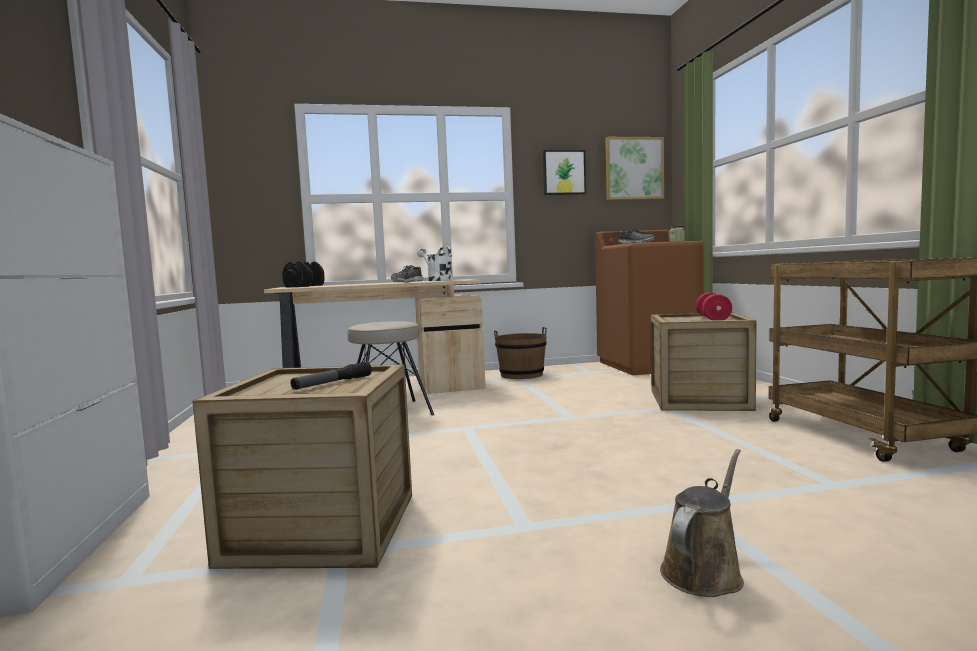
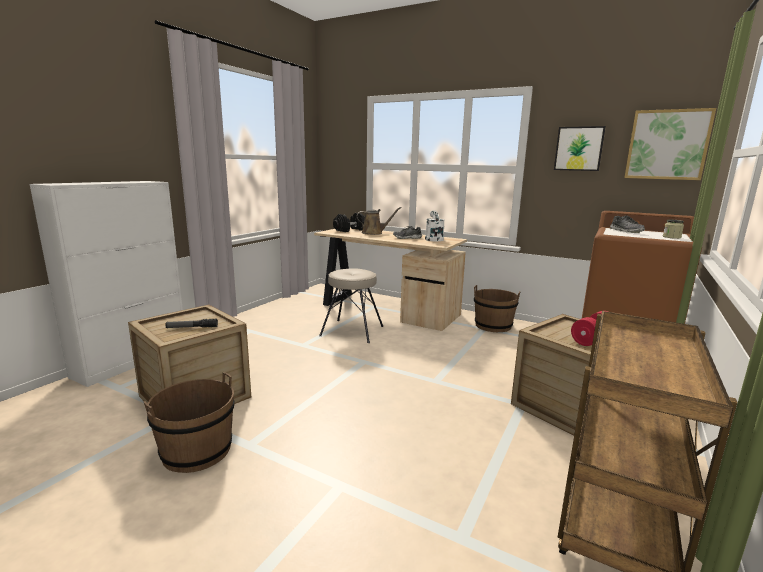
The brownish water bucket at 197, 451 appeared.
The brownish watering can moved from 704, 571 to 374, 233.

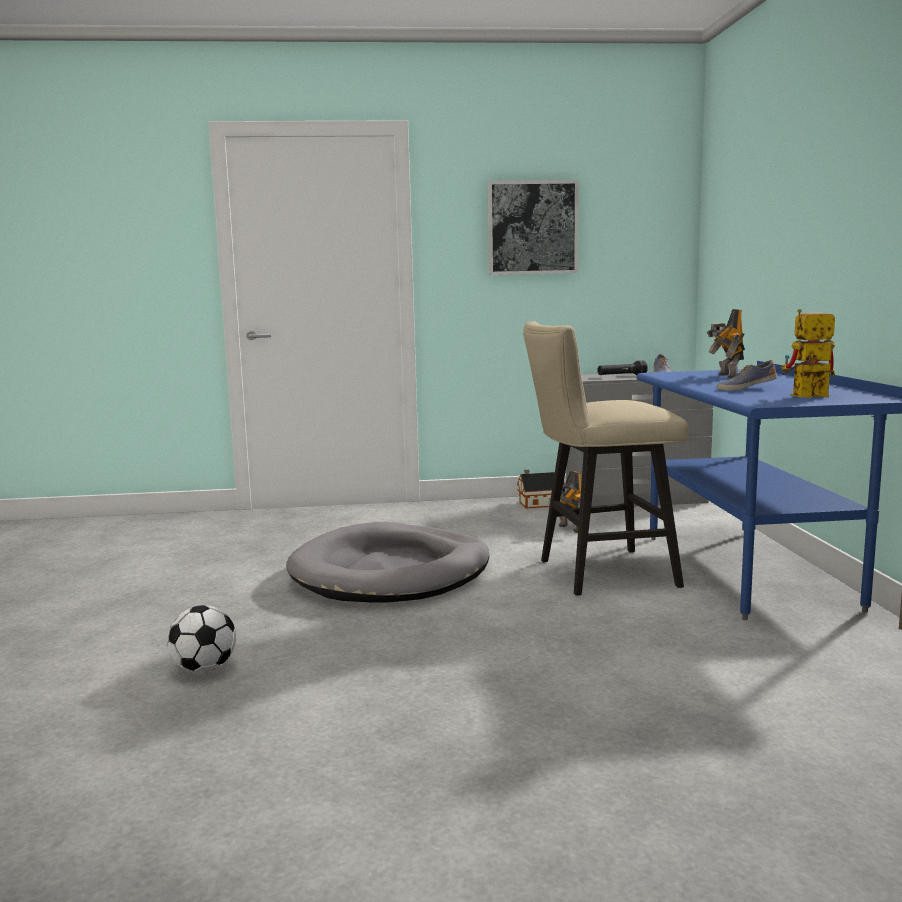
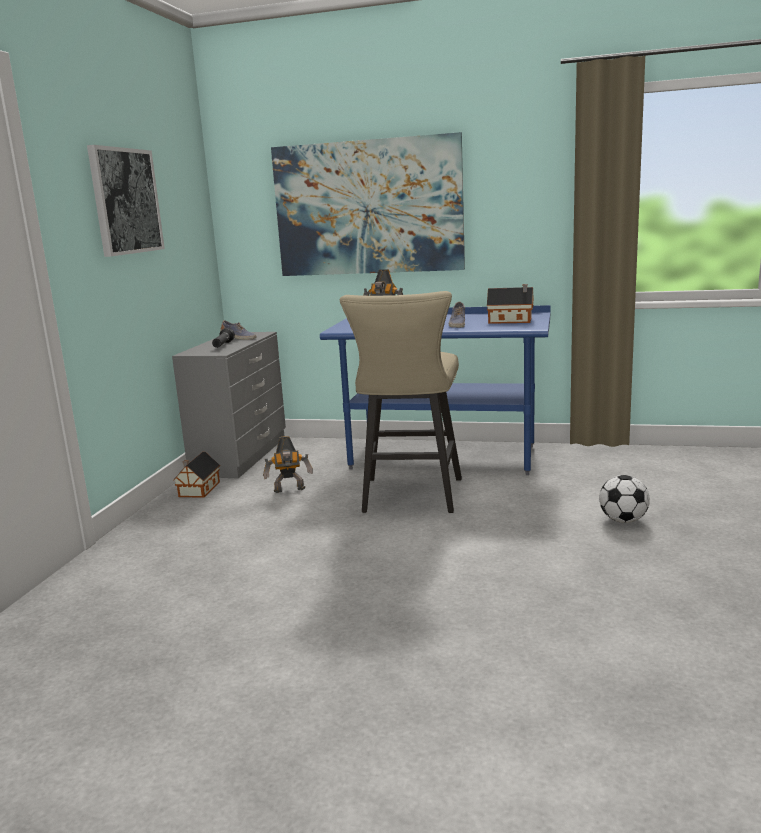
The wall art at 368, 208 appeared.
The robot figure at 804, 397 was replaced by the miniature house at 512, 321.
The football ball moved from 204, 669 to 623, 520.
The gray dog bed at 391, 572 disappeared.

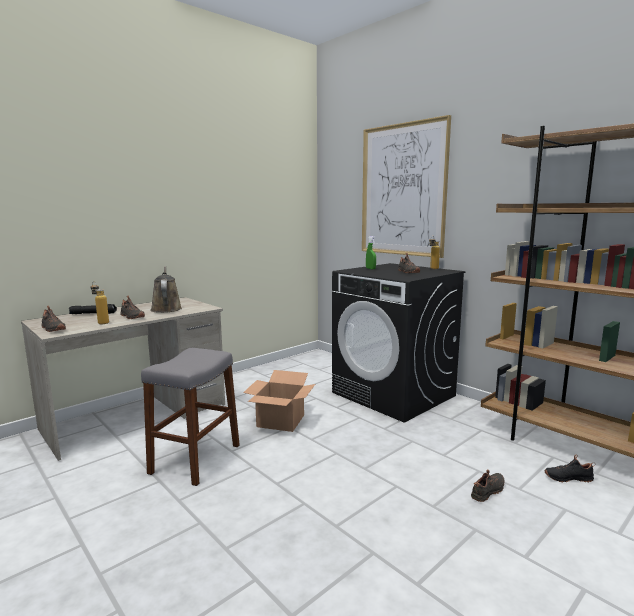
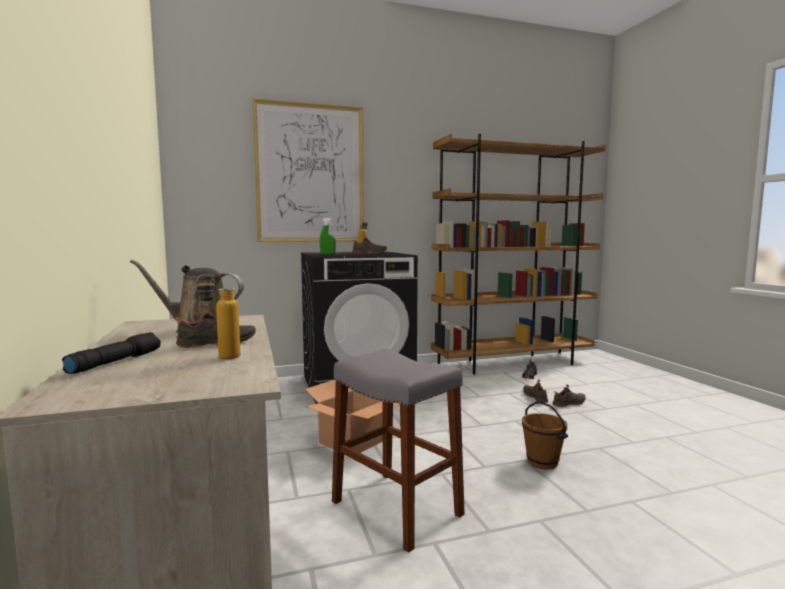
The brownish water bucket at 543, 462 appeared.
The black-coloured low shoe moved from 52, 329 to 569, 404.

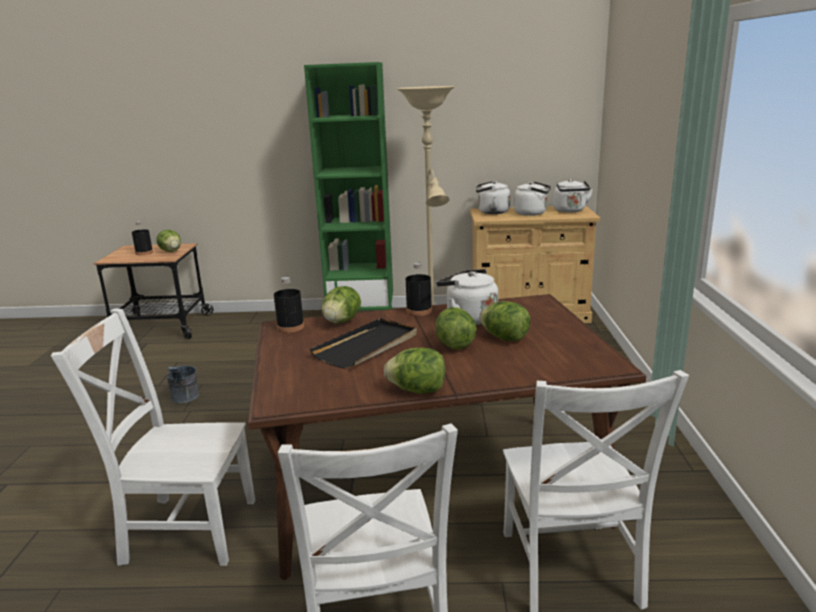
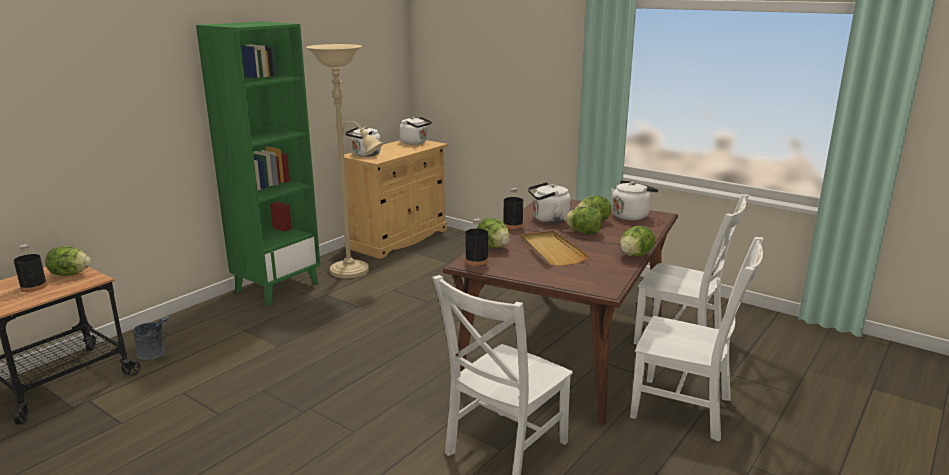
The gray water bucket moved from 184, 399 to 155, 354.
The black-coloured carrying tray at 367, 346 became the beige-coloured carrying tray at 551, 250.
The whitish kettle moved from 532, 213 to 631, 216.

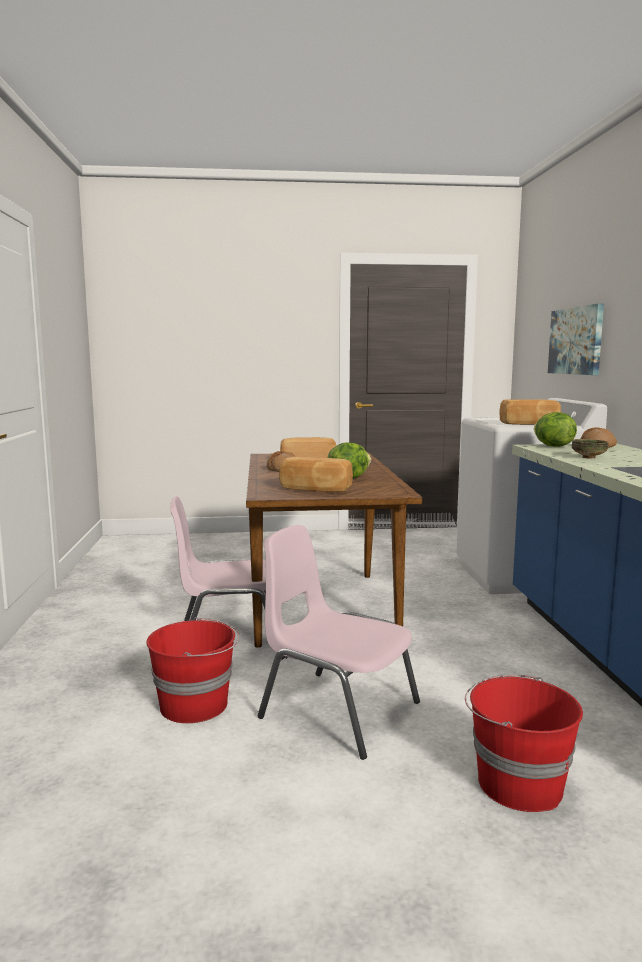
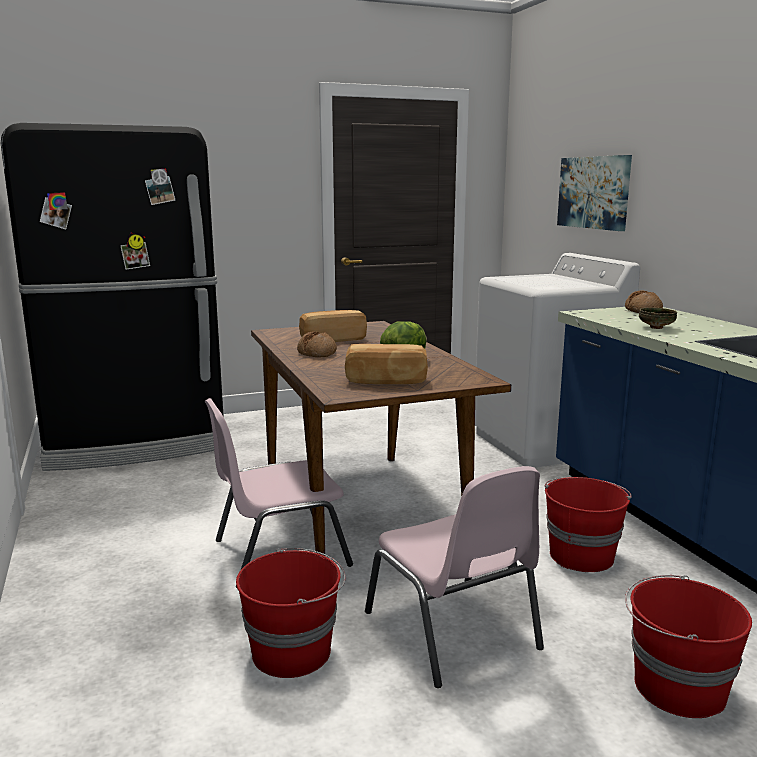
The black-coloured fridge at 137, 442 appeared.
The pink-coloured plain chair at 337, 710 turned 135 degrees counterclockwise.
The red-coloured water bucket at 581, 555 appeared.
The bread at 529, 424 disappeared.
The lettuce head at 552, 446 disappeared.

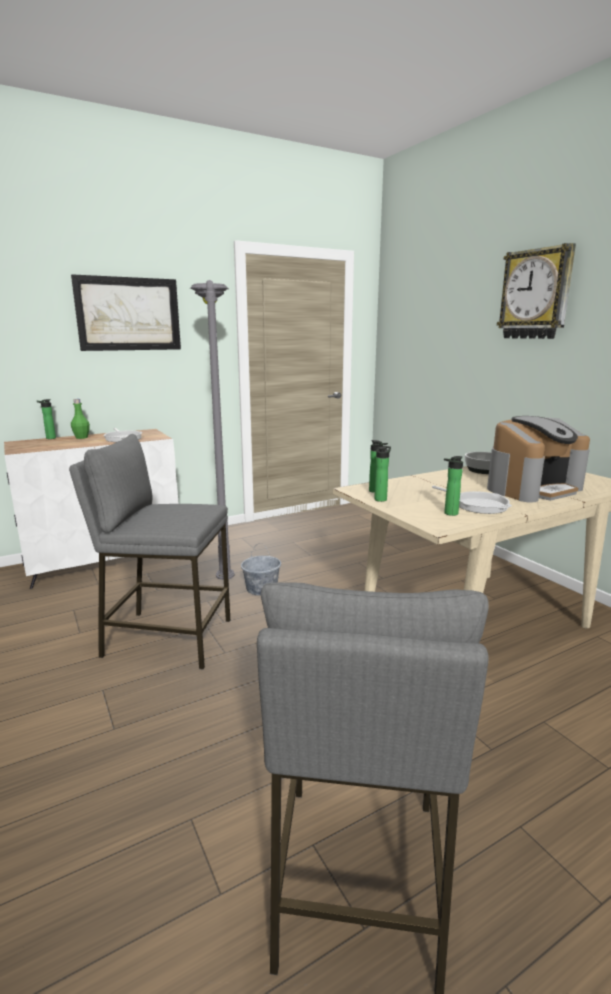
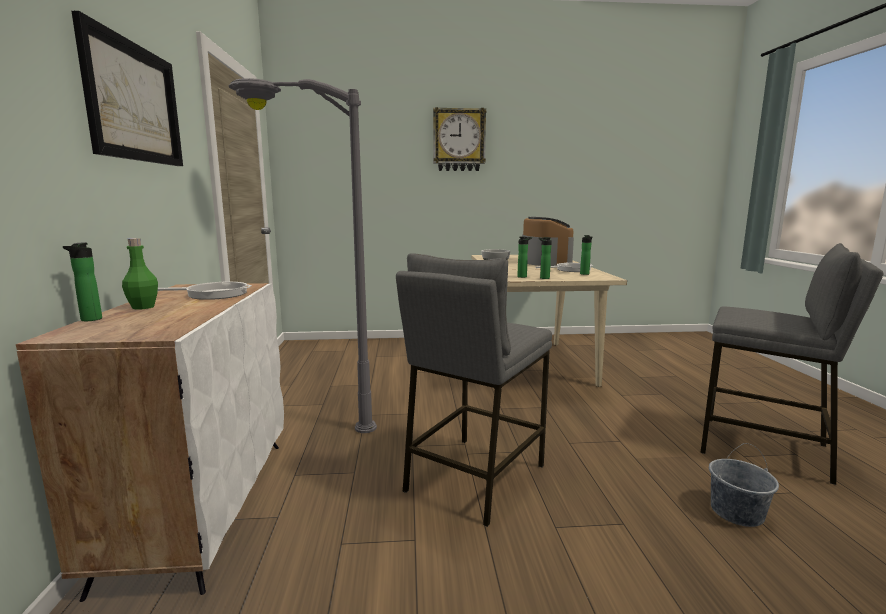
The gray water bucket moved from 261, 588 to 736, 512.

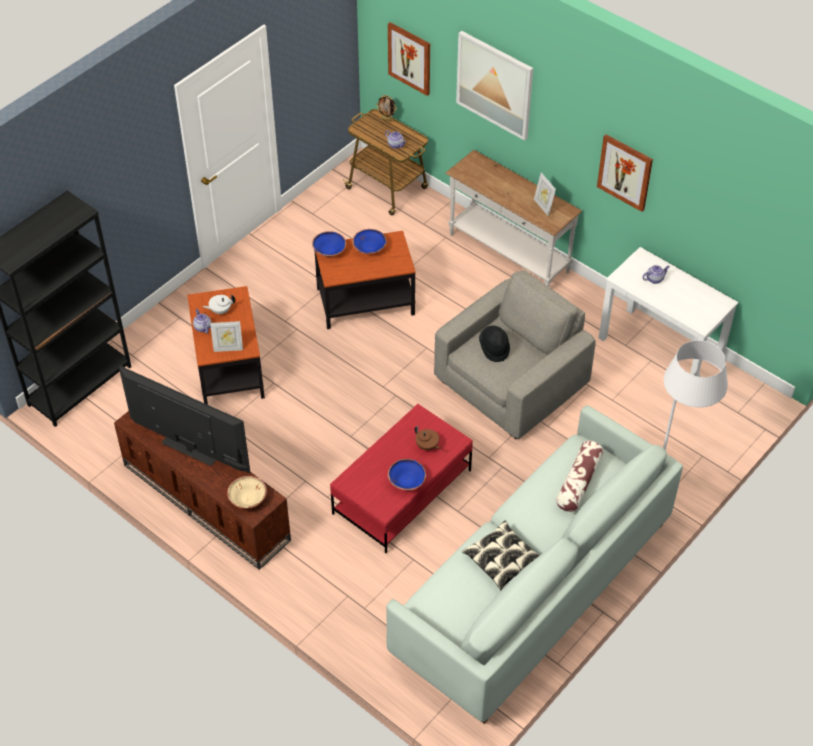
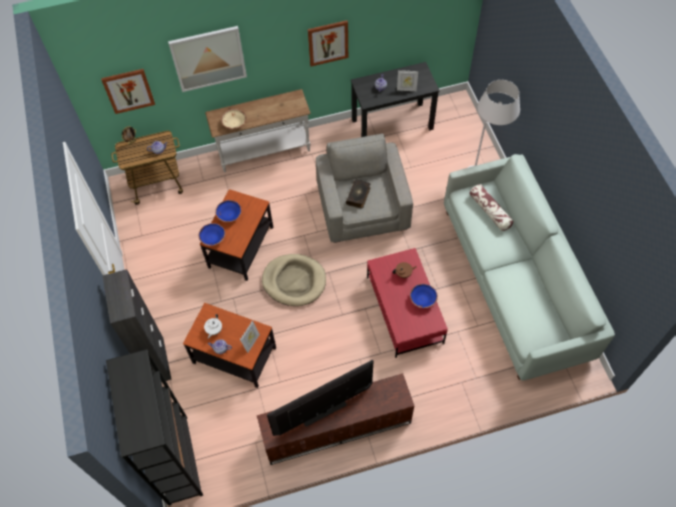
The black-coloured cabinet at 157, 361 appeared.
The beige-coloured deep dish moved from 248, 498 to 235, 123.
The beige-coloured dog bed at 294, 281 appeared.
The black-coloured clothing hat at 494, 348 was replaced by the book at 358, 196.
The whitish desk table at 660, 350 became the black-coloured desk table at 392, 124.
The picture frame moved from 543, 206 to 406, 89.
The throw pillow at 502, 560 disappeared.

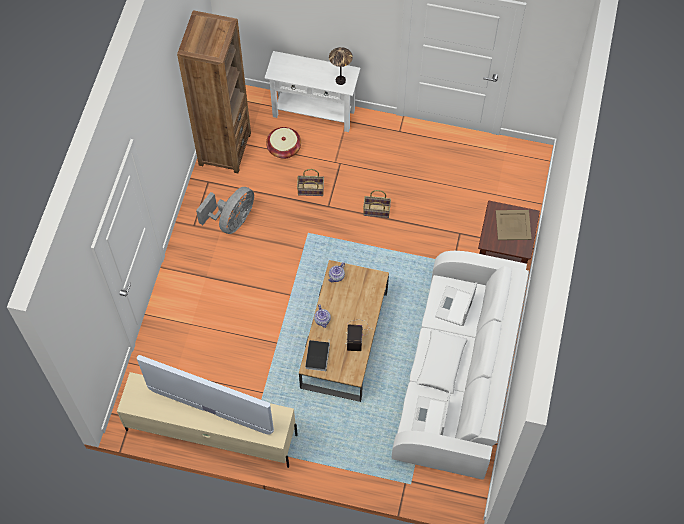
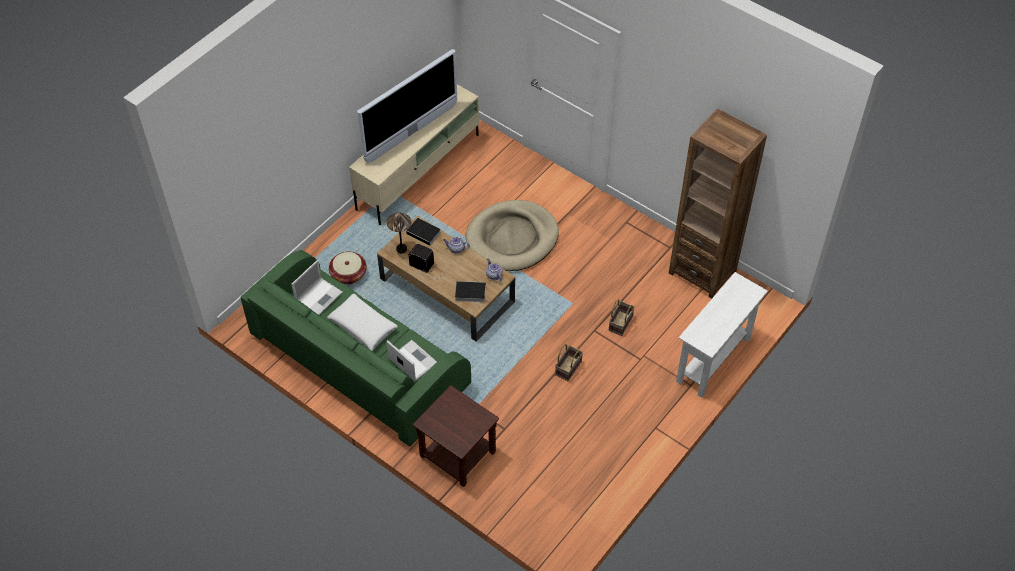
The whitish settee at 458, 375 became the green-coloured settee at 358, 361.
The laptop at 430, 417 turned 90 degrees clockwise.
The storage basket moved from 284, 148 to 348, 274.
The lamp for a table moved from 340, 81 to 401, 249.
The book at 469, 293 appeared.
The beige-coloured dog bed at 512, 238 appeared.
The gray electric fan at 232, 220 disappeared.
The beige-coloured carrying tray at 513, 225 disappeared.

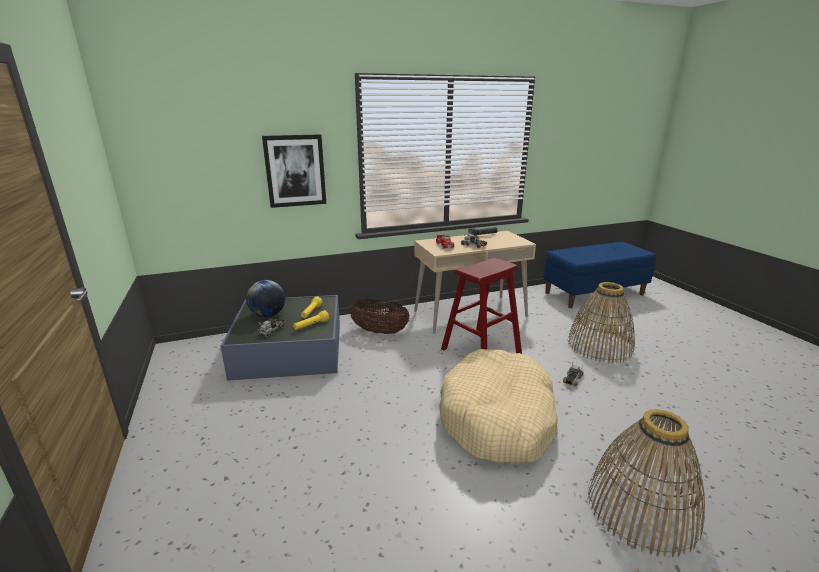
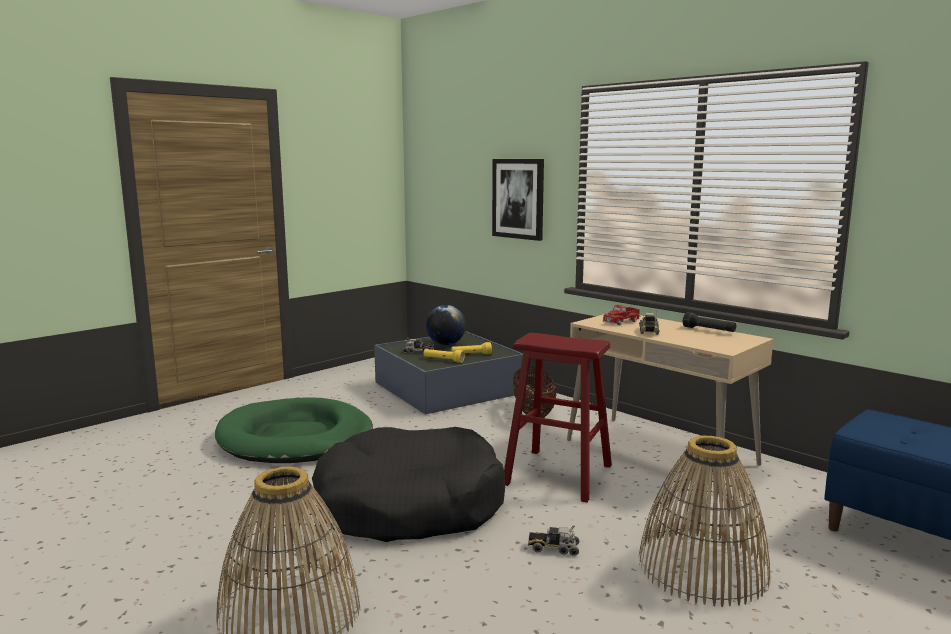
The green-coloured dog bed at 295, 438 appeared.
The beige-coloured dog bed at 498, 418 became the black-coloured dog bed at 409, 505.

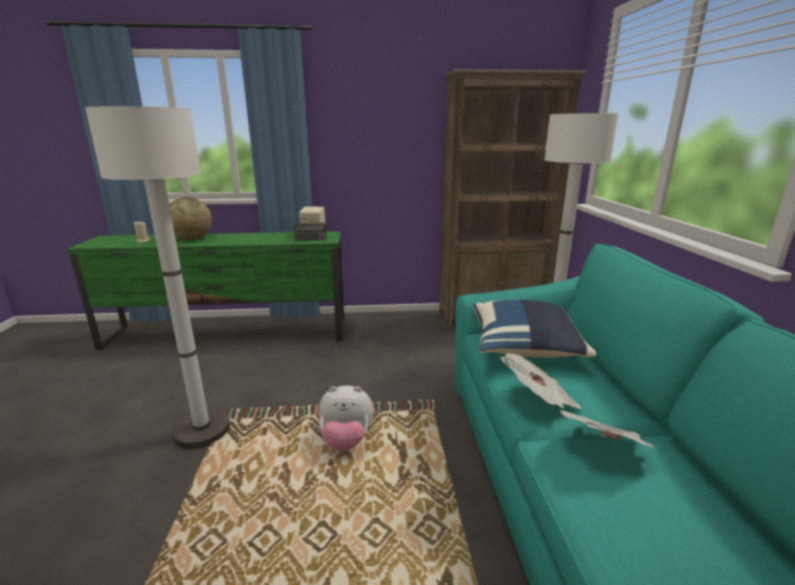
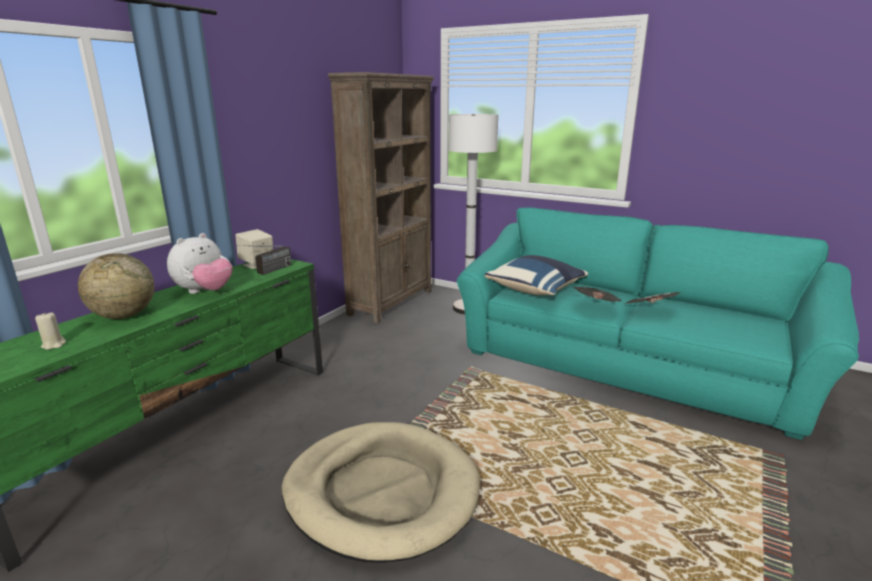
The soft toy moved from 346, 440 to 205, 292.
The whitish floor lamp at 202, 430 was replaced by the beige-coloured dog bed at 381, 492.

